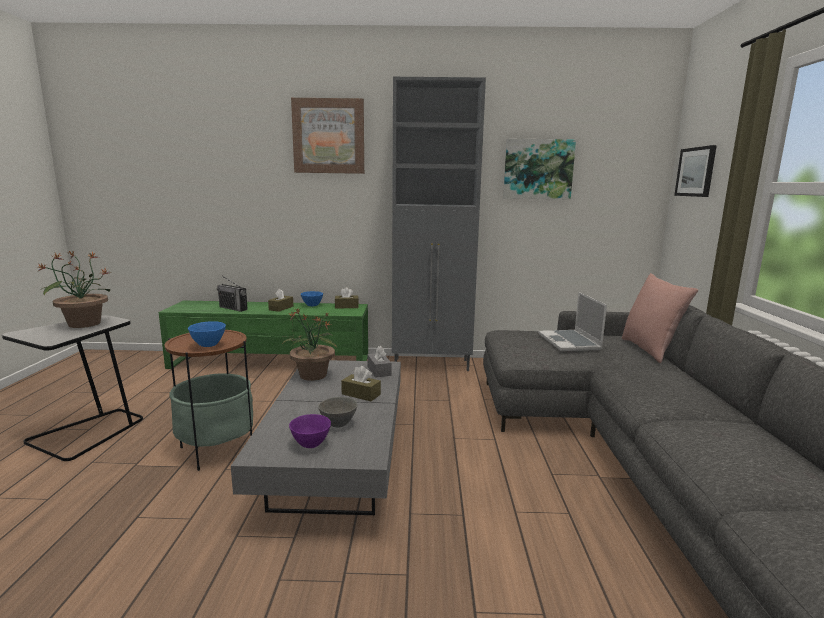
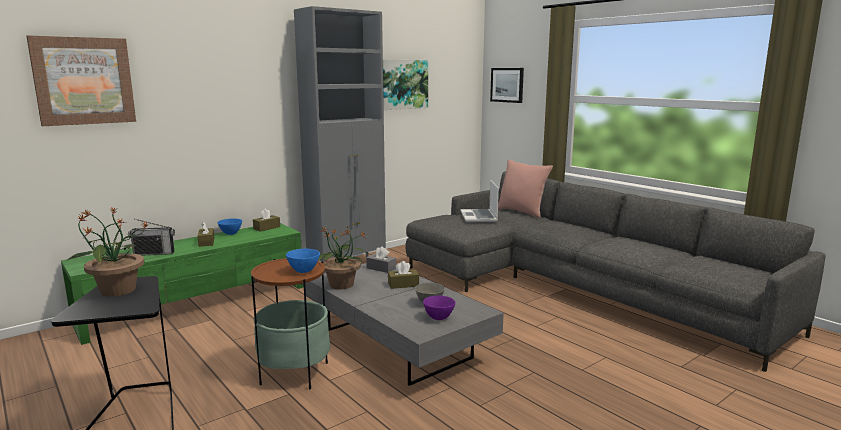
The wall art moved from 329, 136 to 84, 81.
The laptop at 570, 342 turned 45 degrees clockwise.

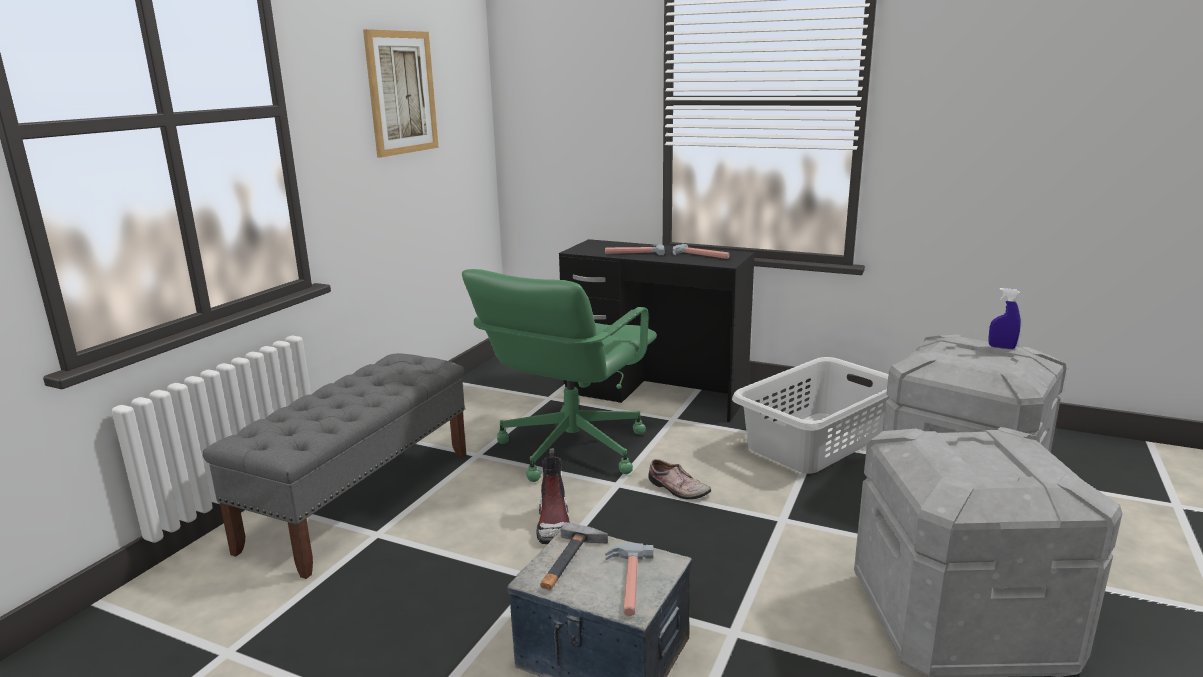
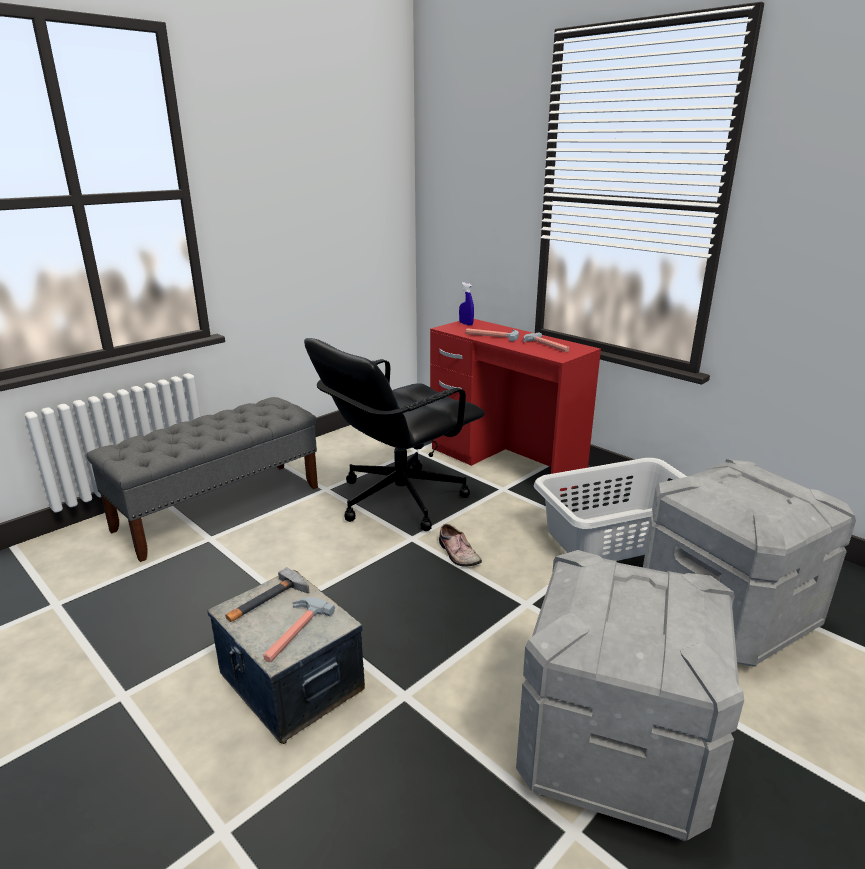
The green-coloured desk chair at 570, 449 became the black-coloured desk chair at 399, 499.
The black-coloured desk table at 655, 395 became the red-coloured desk table at 505, 464.
The blue-coloured spray bottle moved from 1001, 347 to 466, 324.
The wall art at 402, 93 disappeared.
The tall boot at 553, 524 disappeared.

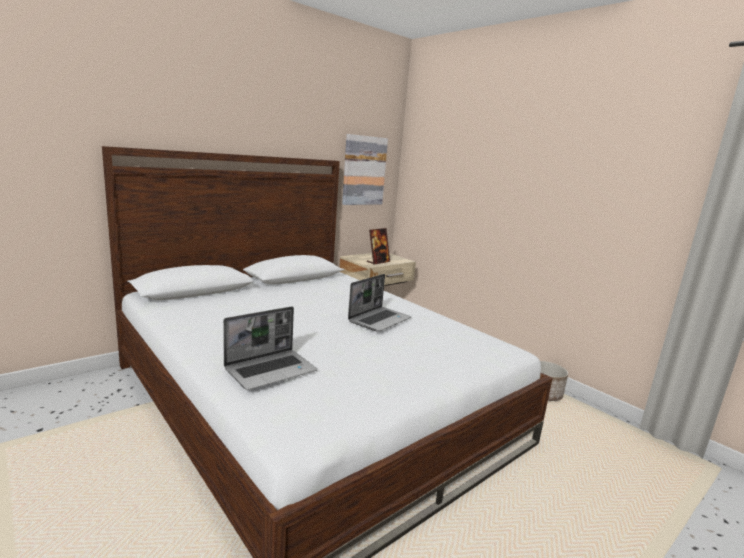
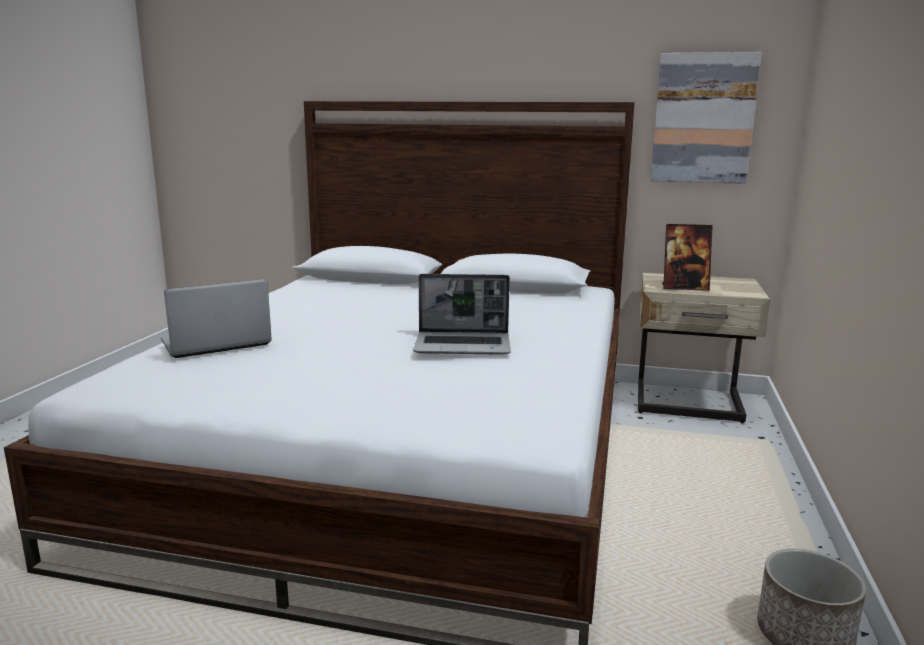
The laptop at 271, 370 turned 135 degrees clockwise.

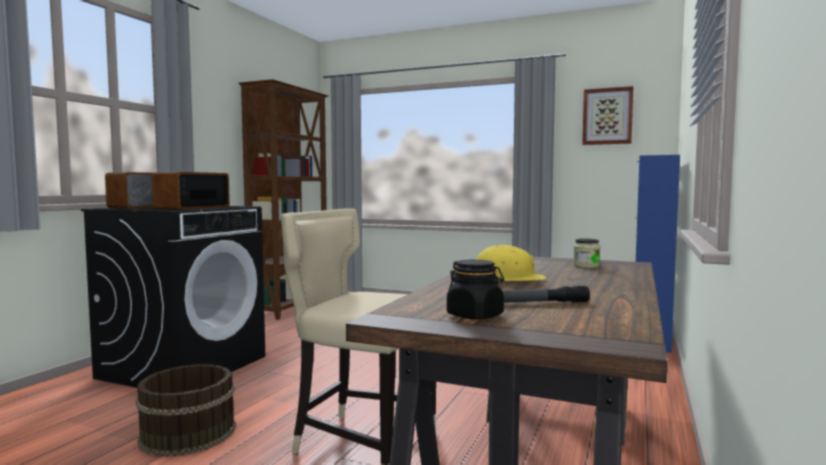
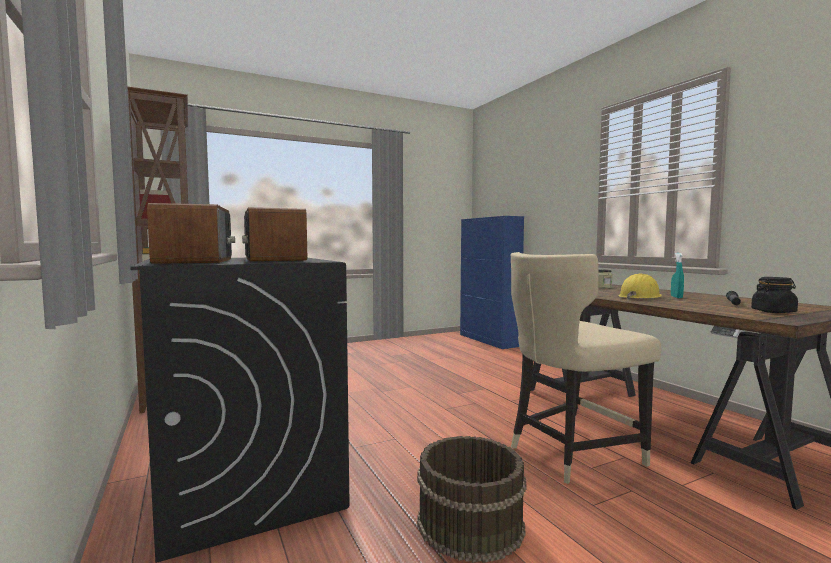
The blue-green spray bottle at 676, 297 appeared.
The wall art at 607, 116 disappeared.

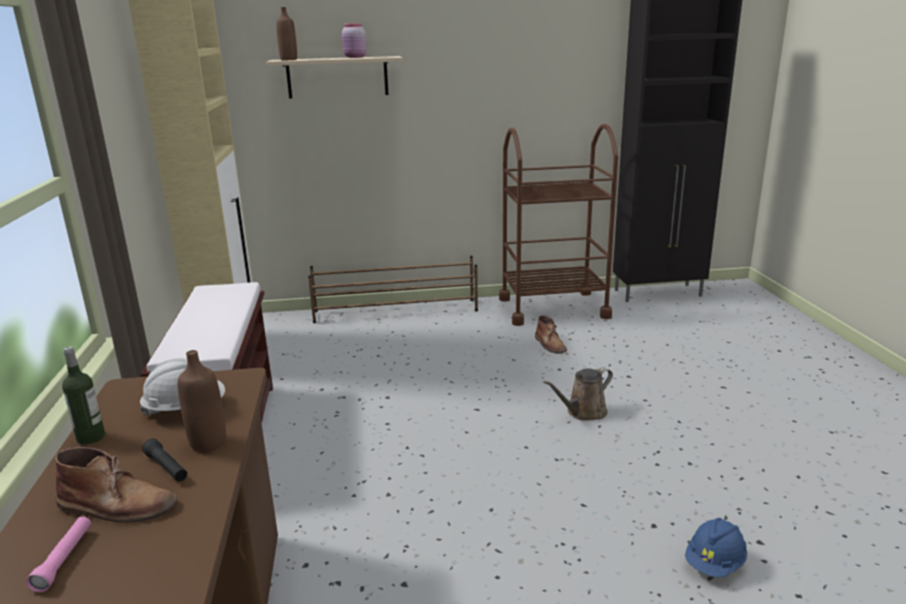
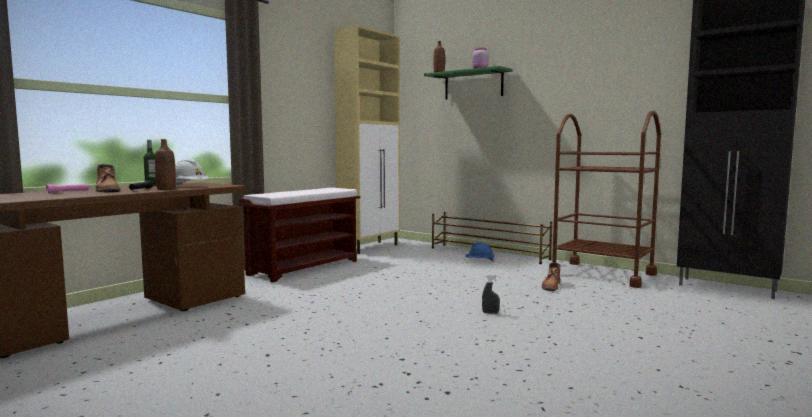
The beige-coloured bracket shelf at 337, 77 became the green-coloured bracket shelf at 473, 85.
The blue-coloured hard hat moved from 715, 563 to 479, 261.
The brownish watering can at 583, 412 was replaced by the gray spray bottle at 490, 313.

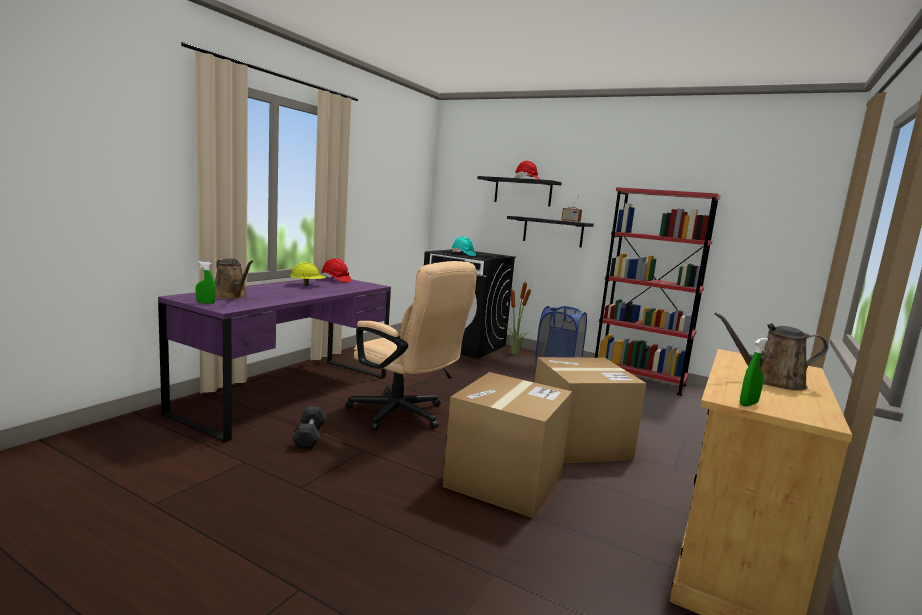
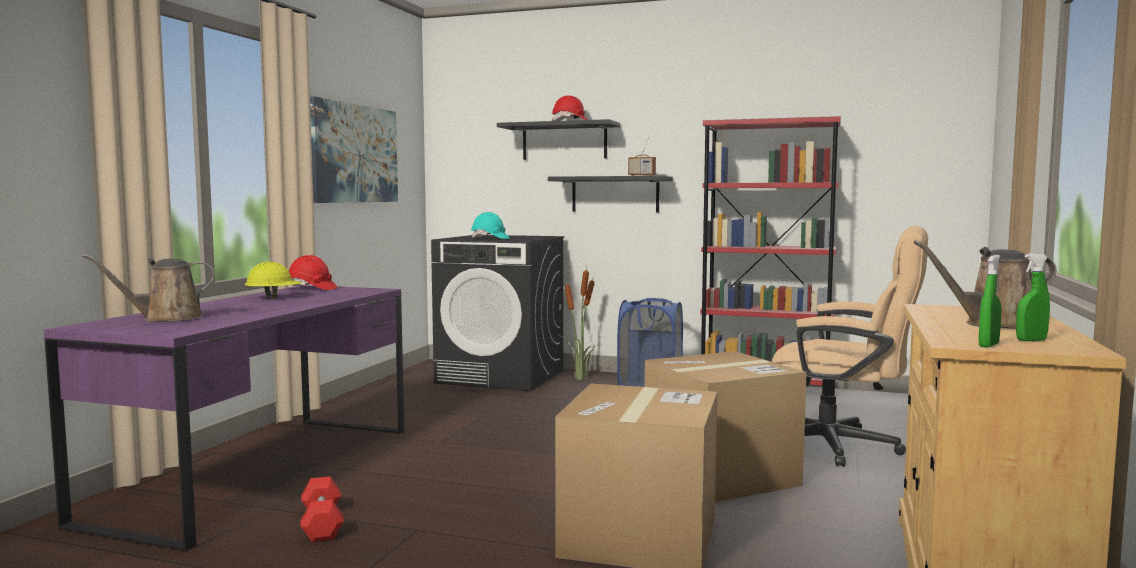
The brownish watering can at 231, 296 turned 120 degrees clockwise.
The gray dumbbell at 309, 436 became the red-coloured dumbbell at 322, 524.
The wall art at 354, 153 appeared.
The beige-coloured desk chair moved from 404, 416 to 843, 447.
The green-coloured spray bottle moved from 205, 303 to 1031, 340.

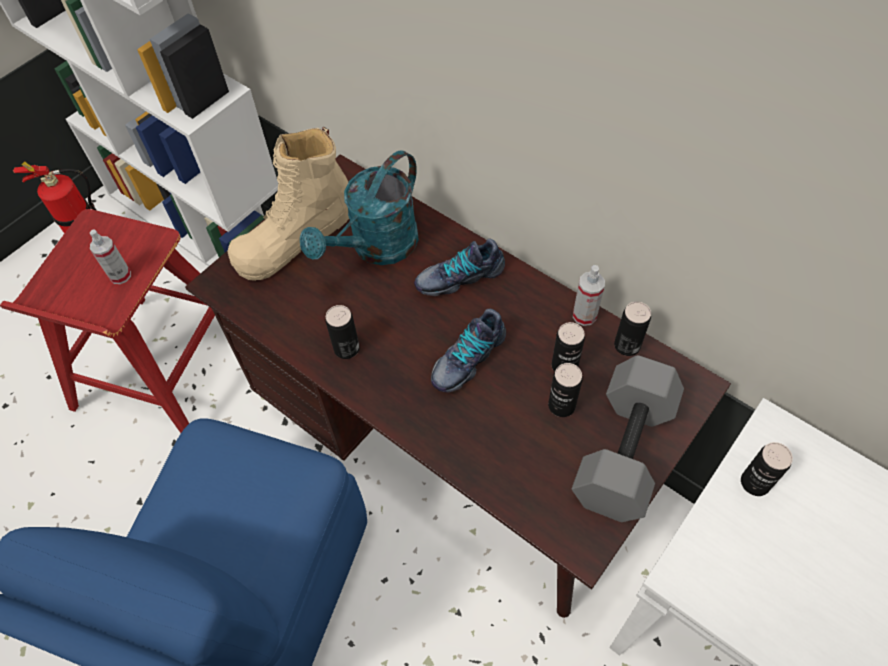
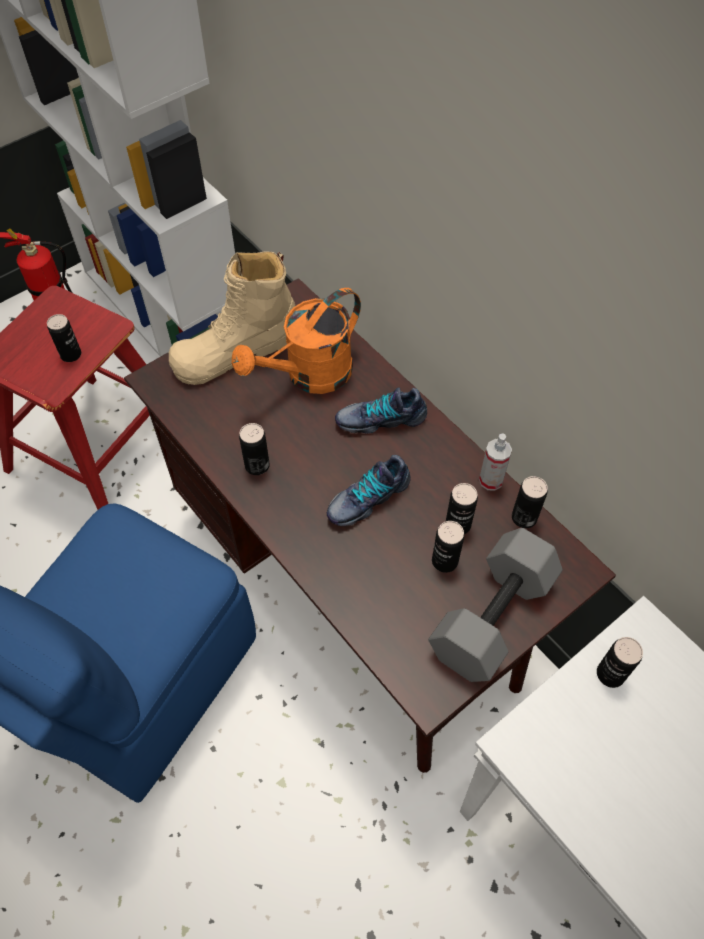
The spray bottle at 120, 275 was replaced by the metal can at 71, 355.
The blue-green watering can at 376, 248 became the orange-coloured watering can at 309, 376.

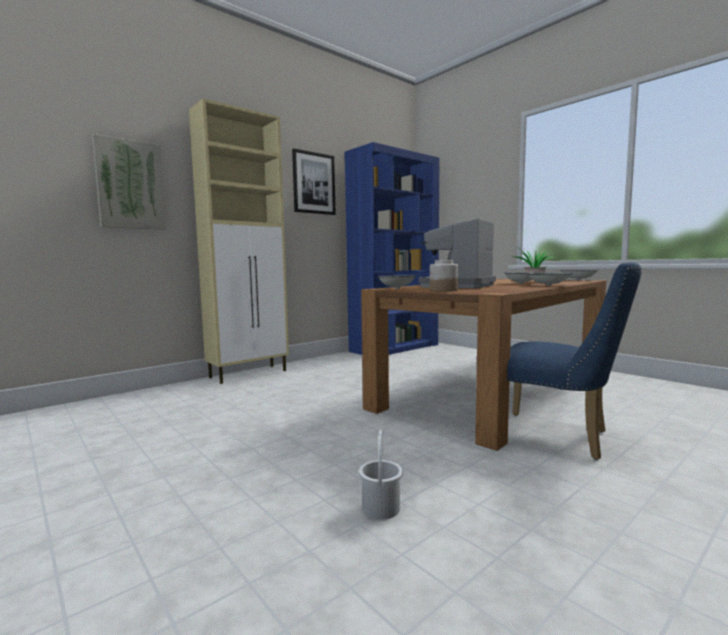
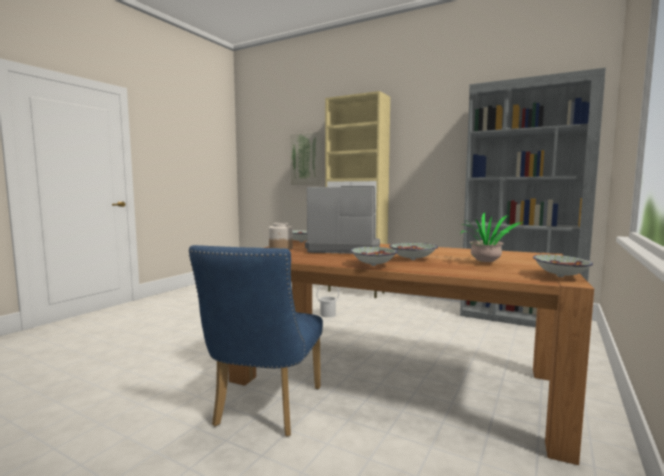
The whitish water bucket moved from 380, 508 to 327, 314.
The blue-coloured bookshelf at 395, 348 became the gray bookshelf at 519, 318.
The wall art at 313, 183 disappeared.

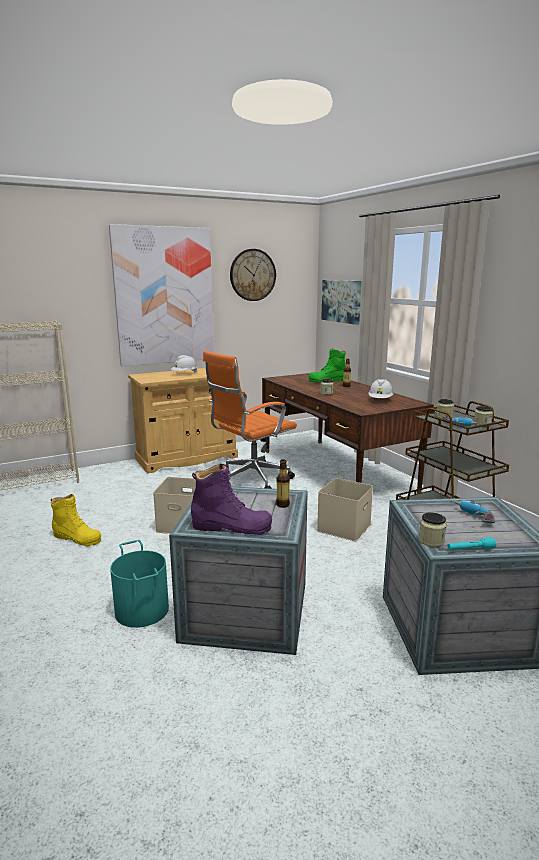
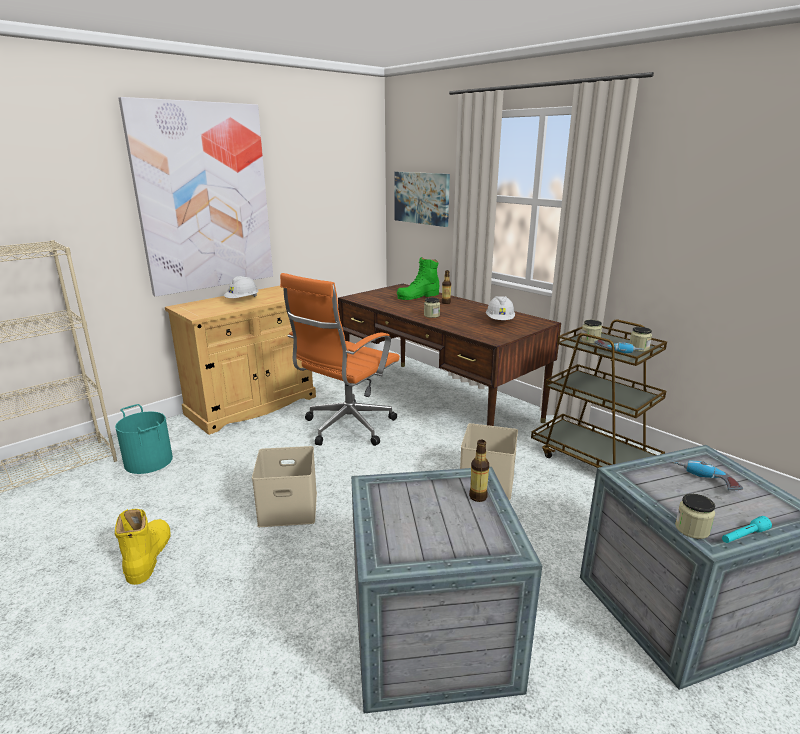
The blue-green water bucket moved from 143, 610 to 149, 461.
The yellow tall boot at 77, 538 turned 105 degrees counterclockwise.
The purple-coloured tall boot at 231, 527 disappeared.
The hanging clock at 252, 275 disappeared.

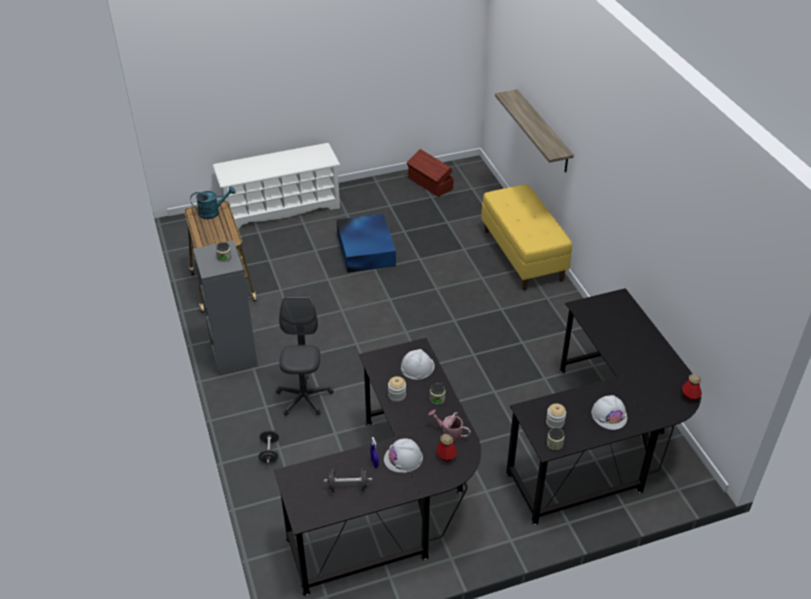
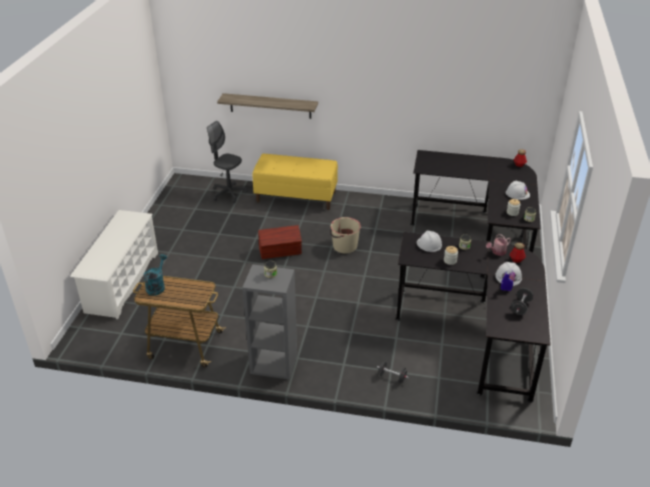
The gray desk chair moved from 304, 398 to 229, 193.
The brownish storage box moved from 430, 184 to 280, 251.
The beige-coloured water bucket at 344, 246 appeared.
The blue-coloured storage box at 366, 249 disappeared.

